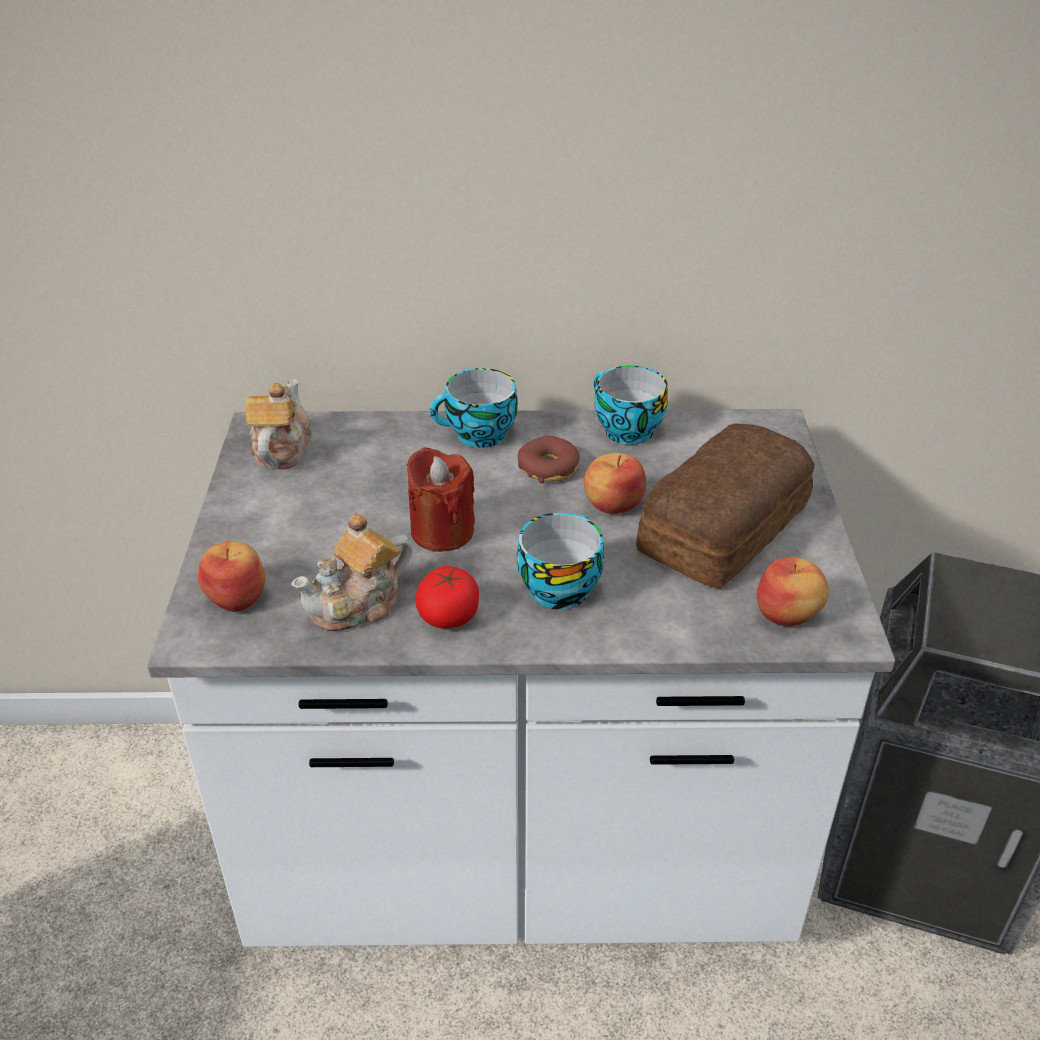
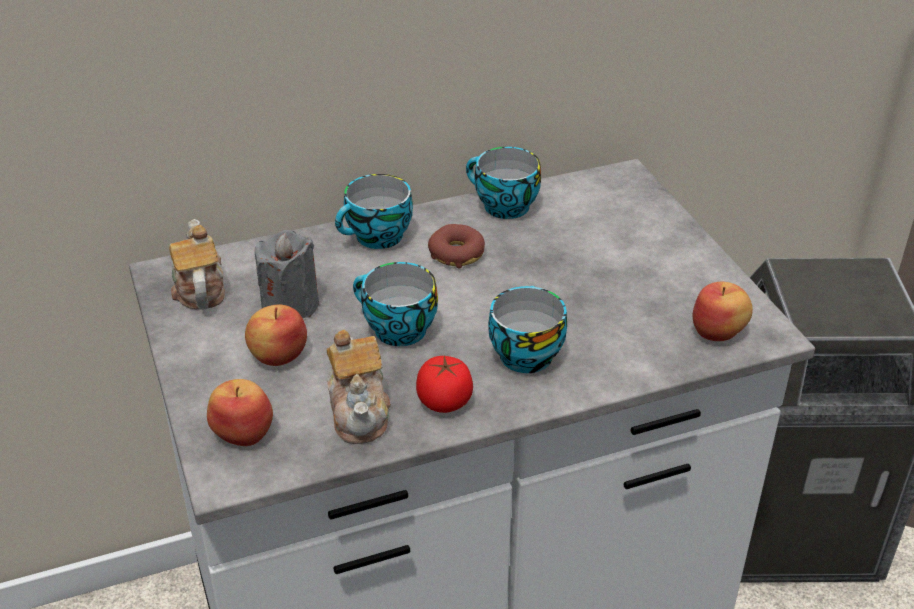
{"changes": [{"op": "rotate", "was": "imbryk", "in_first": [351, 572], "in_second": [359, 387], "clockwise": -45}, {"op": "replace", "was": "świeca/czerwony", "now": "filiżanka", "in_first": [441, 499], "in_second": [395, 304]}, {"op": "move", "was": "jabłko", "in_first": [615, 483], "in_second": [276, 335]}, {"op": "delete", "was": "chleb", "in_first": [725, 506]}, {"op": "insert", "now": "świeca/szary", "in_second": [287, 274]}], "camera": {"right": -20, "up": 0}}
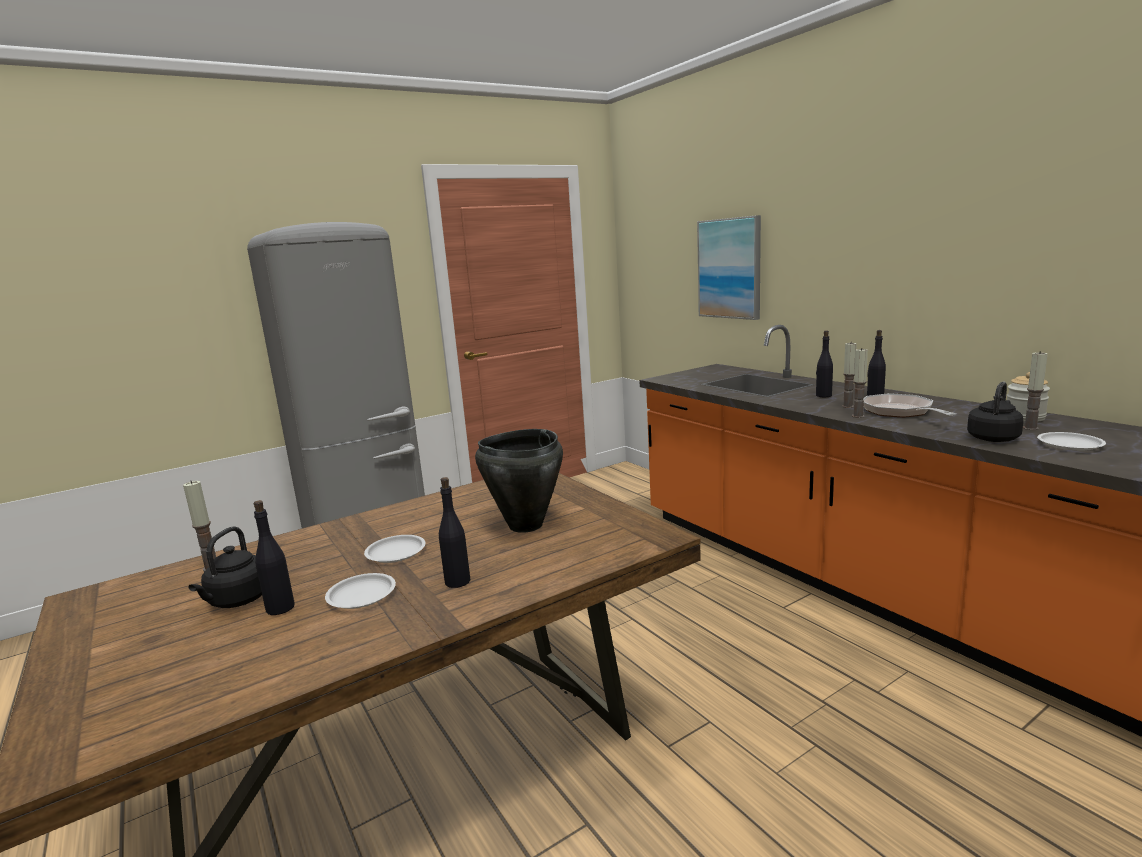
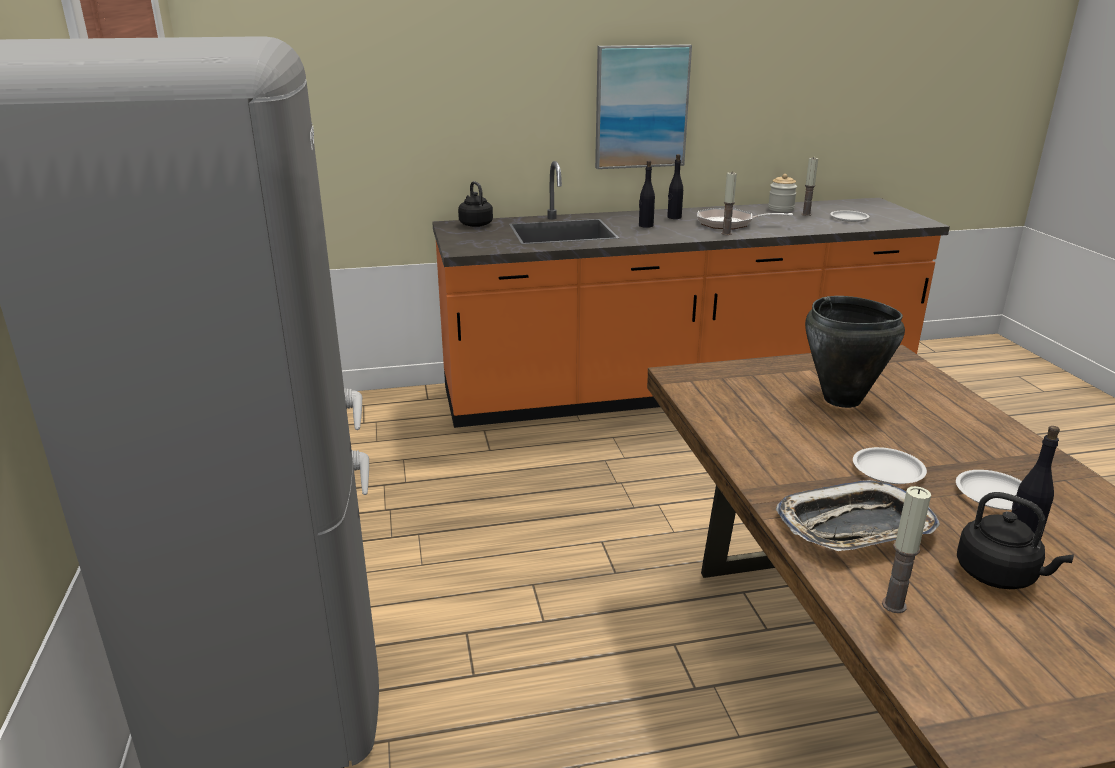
{"changes": [{"op": "delete", "was": "butelka/czarny", "in_first": [454, 532]}, {"op": "move", "was": "obraz", "in_first": [729, 267], "in_second": [643, 106]}, {"op": "delete", "was": "świeca", "in_first": [849, 374]}, {"op": "move", "was": "czajnik/czarny", "in_first": [995, 412], "in_second": [475, 204]}, {"op": "insert", "now": "taca", "in_second": [858, 515]}], "camera": {"right": -70, "up": 10}}
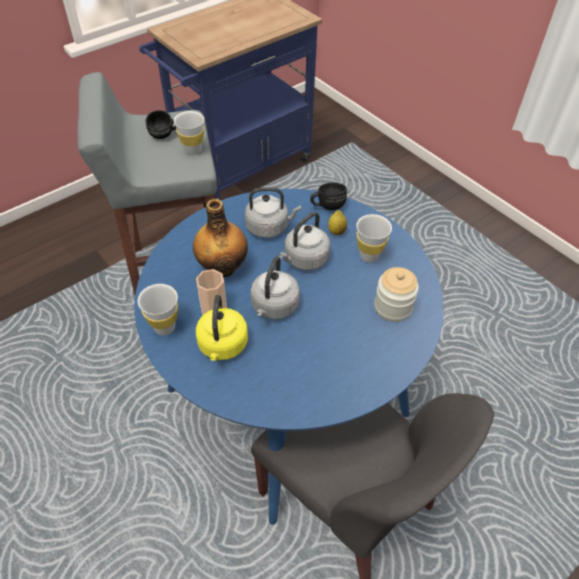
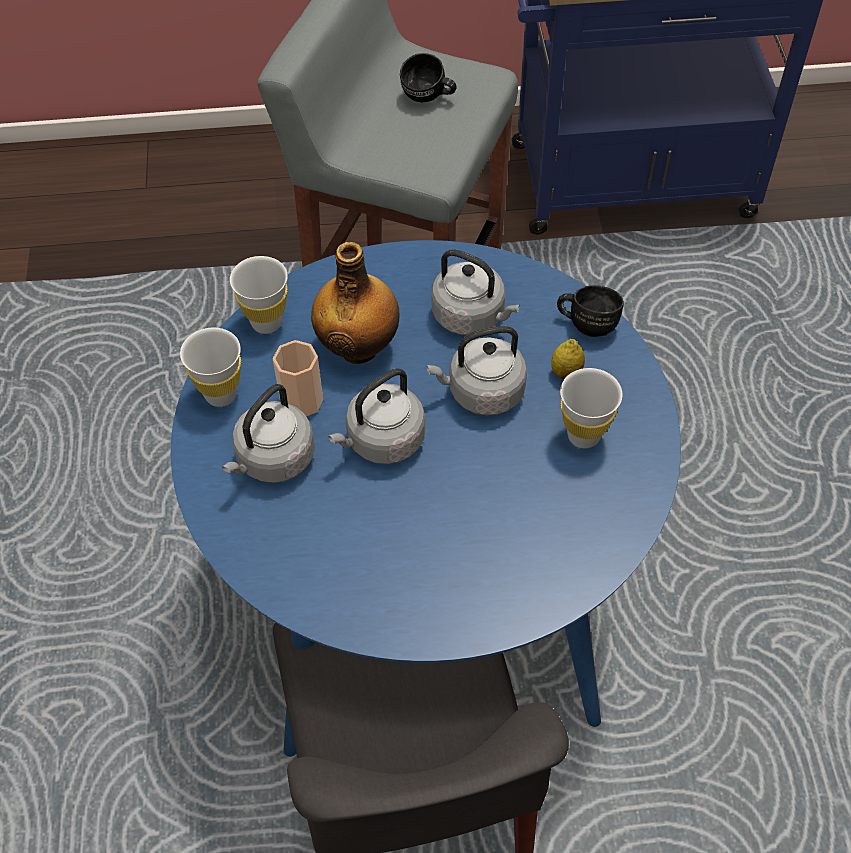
{"changes": [{"op": "move", "was": "filiżanka/biały", "in_first": [189, 133], "in_second": [259, 295]}, {"op": "recolor", "was": "czajnik/żółty", "now": "czajnik/szary", "in_first": [222, 328], "in_second": [268, 433]}, {"op": "delete", "was": "słoik", "in_first": [396, 294]}], "camera": {"right": 35, "up": 5}}
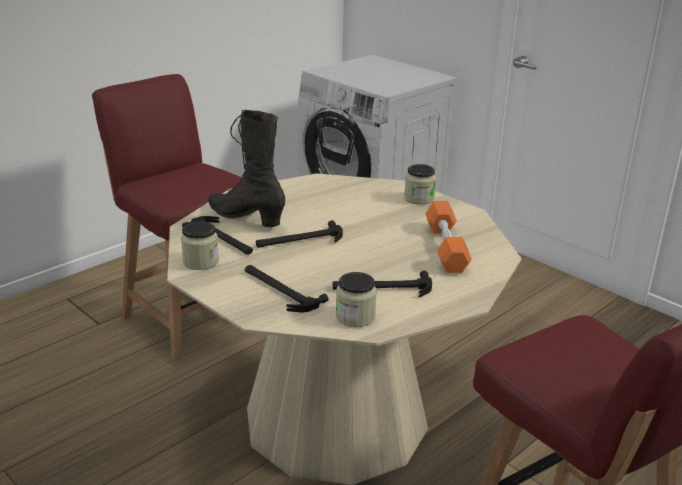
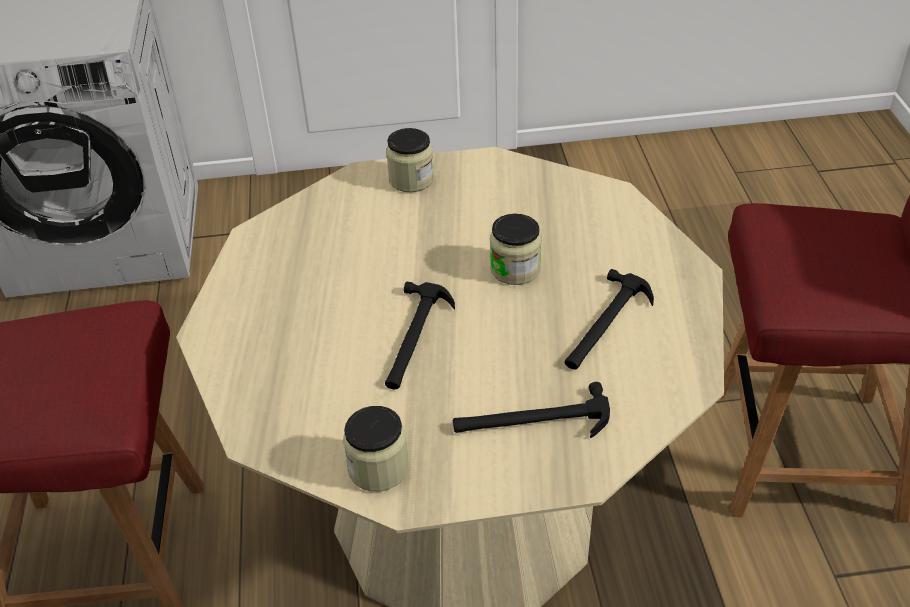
{"changes": [{"op": "delete", "was": "młotek", "in_first": [217, 235]}, {"op": "delete", "was": "but z cholewką/czarny", "in_first": [246, 168]}, {"op": "move", "was": "słoik", "in_first": [356, 299], "in_second": [516, 249]}, {"op": "delete", "was": "hantel/pomarańczowy", "in_first": [448, 237]}], "camera": {"right": -50, "up": 15}}
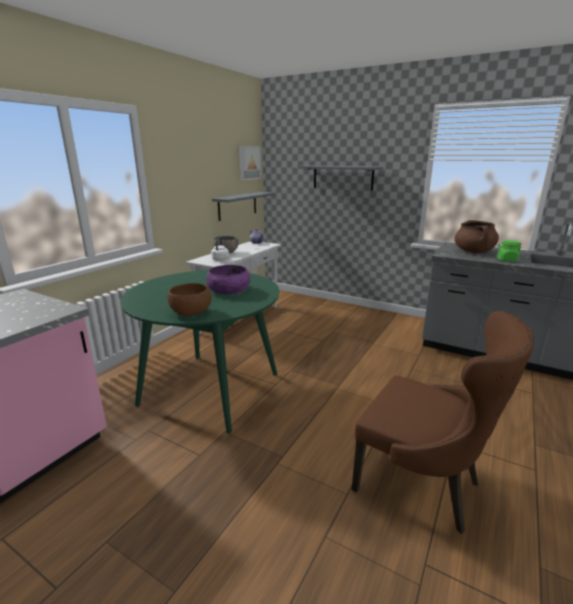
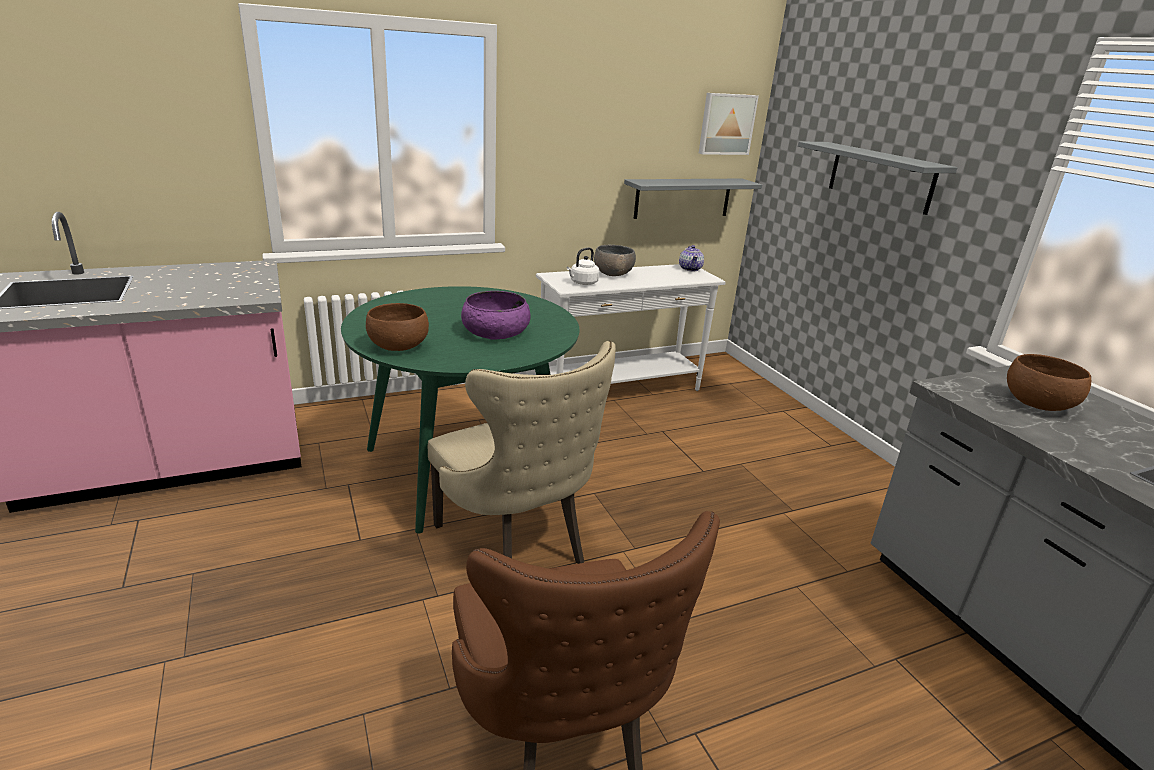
{"changes": [{"op": "replace", "was": "garnek/brązowy", "now": "miska/brązowy", "in_first": [476, 236], "in_second": [1049, 382]}, {"op": "delete", "was": "słoik/zielony", "in_first": [509, 251]}, {"op": "insert", "now": "krzesło/beżowy", "in_second": [522, 452]}], "camera": {"right": 35, "up": 5}}
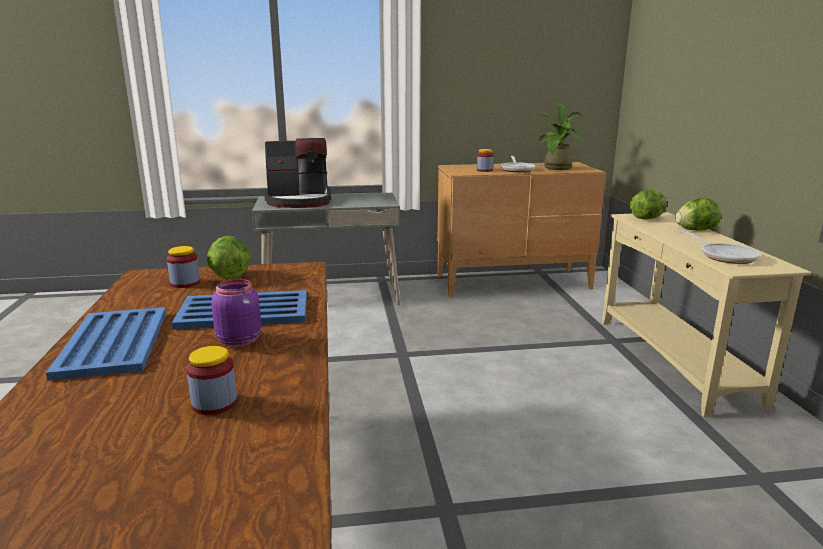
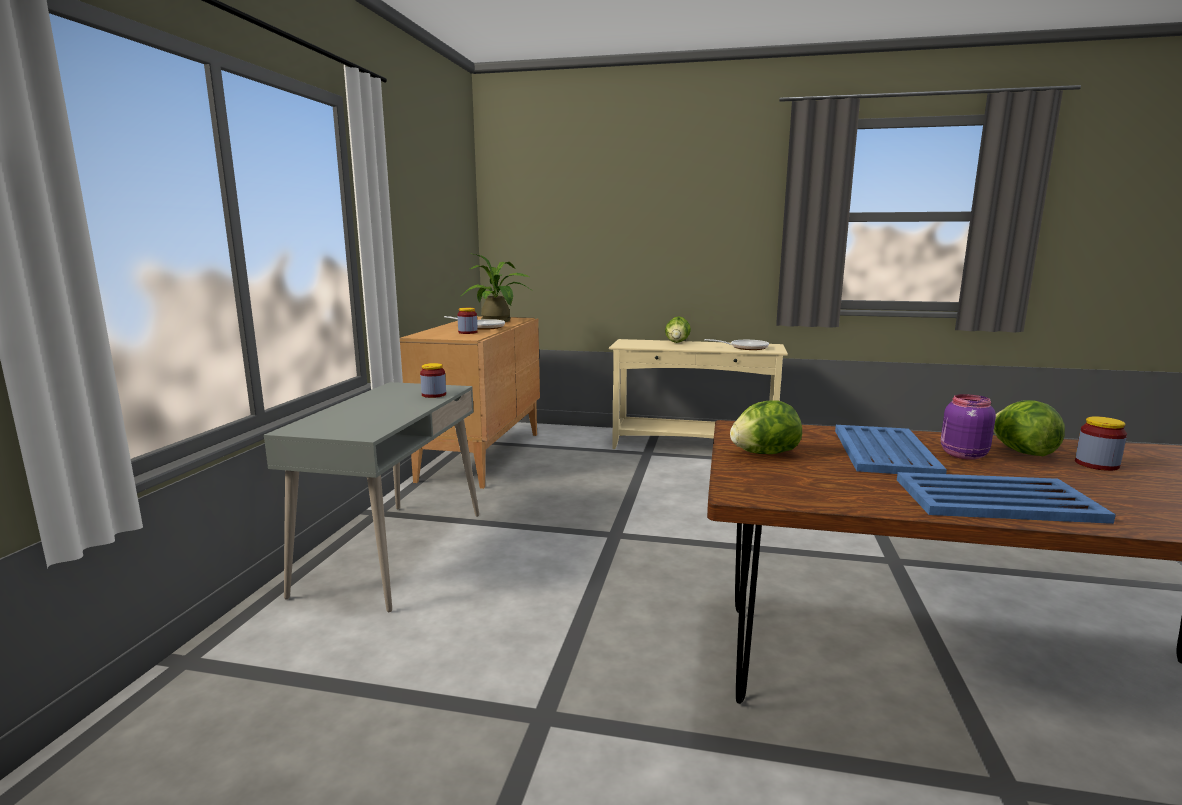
{"changes": [{"op": "move", "was": "słoik", "in_first": [183, 267], "in_second": [433, 380]}, {"op": "delete", "was": "ekspres do kawy", "in_first": [298, 173]}, {"op": "move", "was": "sałata", "in_first": [648, 204], "in_second": [1029, 428]}], "camera": {"right": -70, "up": -5}}
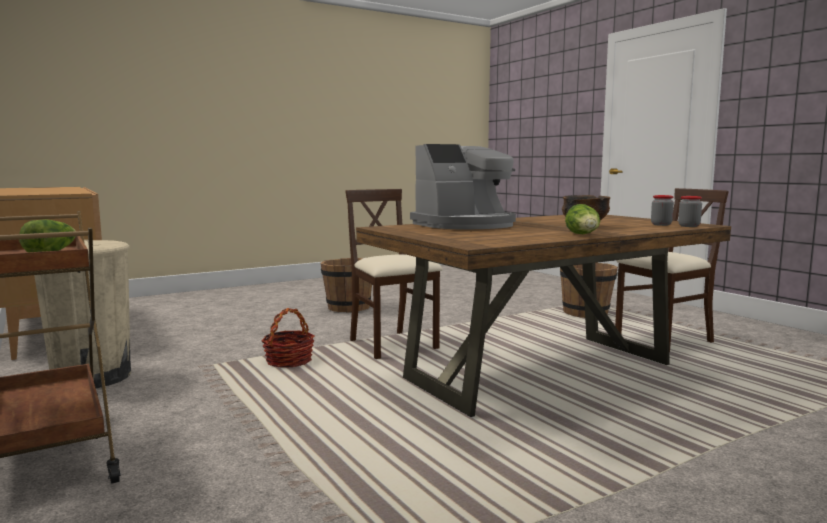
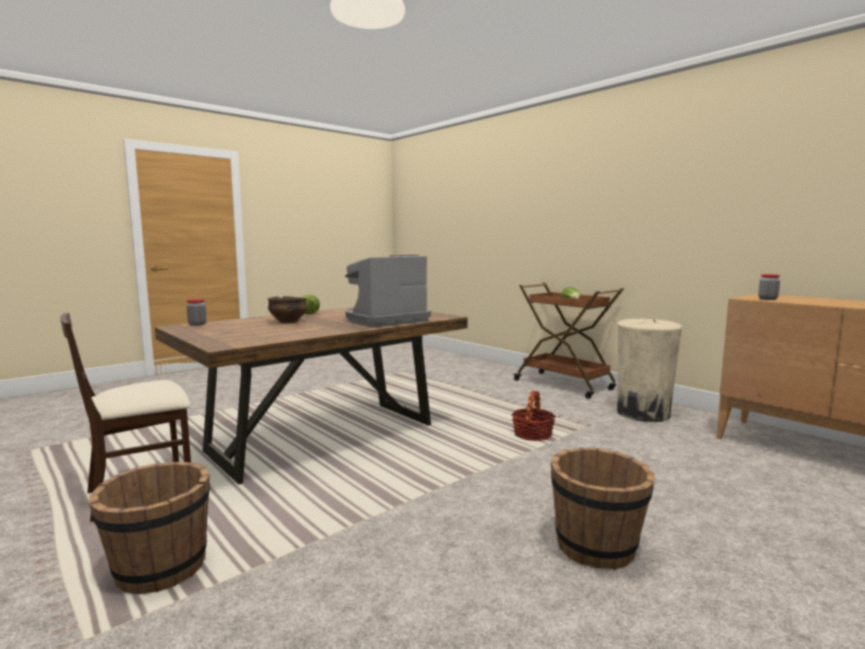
{"changes": [{"op": "delete", "was": "krzesło/beżowy", "in_first": [394, 274]}, {"op": "move", "was": "słoik", "in_first": [662, 210], "in_second": [769, 287]}], "camera": {"right": 170, "up": 0}}
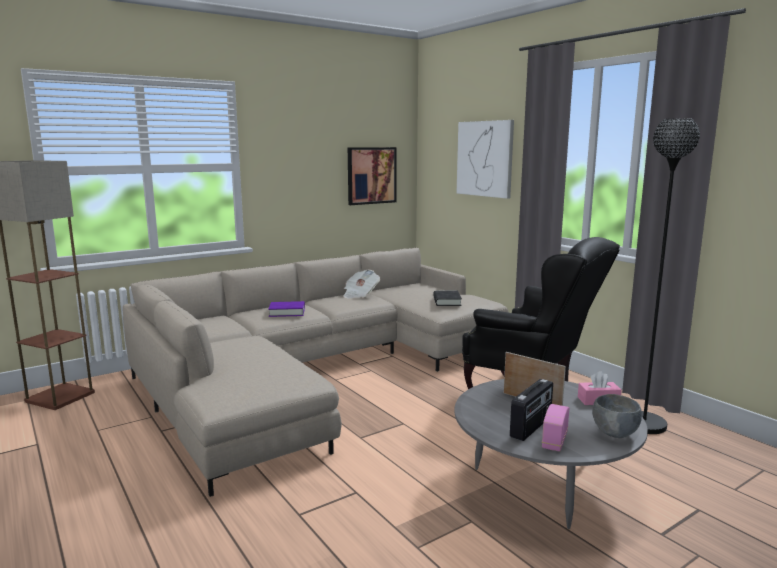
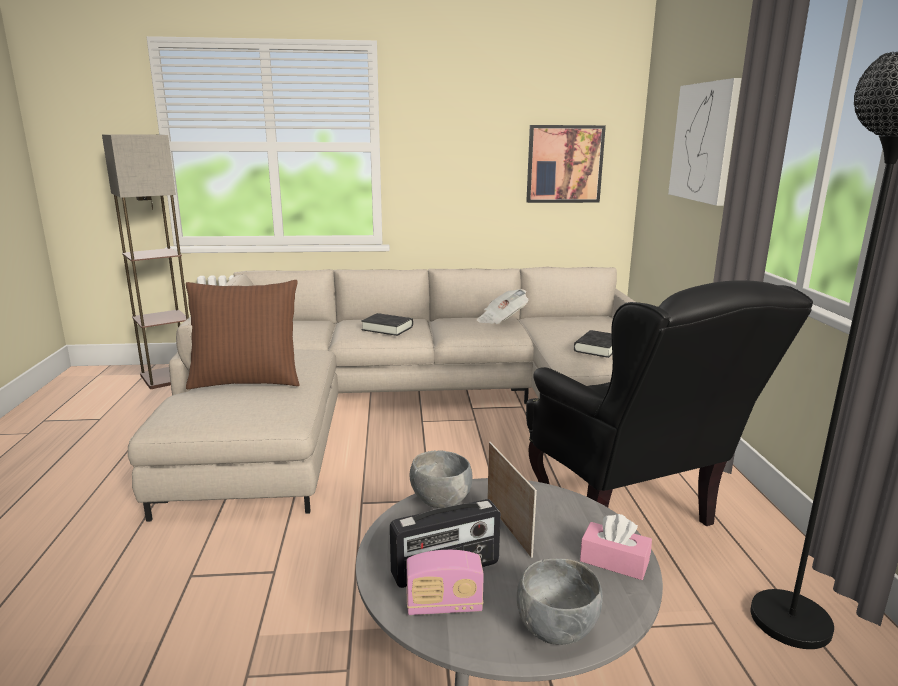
{"changes": [{"op": "recolor", "was": "książka/fioletowy", "now": "książka/czarny", "in_first": [286, 309], "in_second": [387, 324]}, {"op": "rotate", "was": "radio", "in_first": [555, 428], "in_second": [445, 582], "clockwise": -150}, {"op": "insert", "now": "poduszka/brązowy", "in_second": [243, 334]}, {"op": "insert", "now": "miska/szary", "in_second": [441, 479]}], "camera": {"right": 30, "up": 5}}
